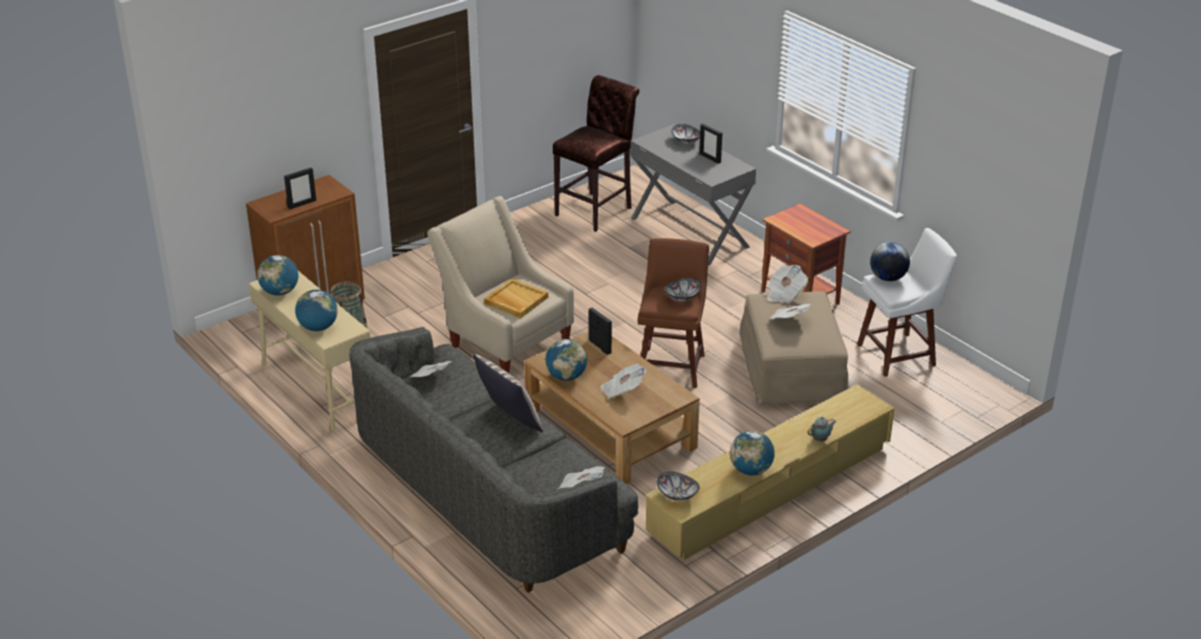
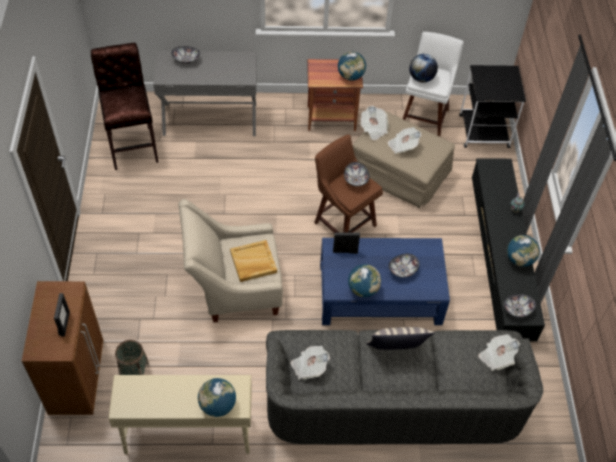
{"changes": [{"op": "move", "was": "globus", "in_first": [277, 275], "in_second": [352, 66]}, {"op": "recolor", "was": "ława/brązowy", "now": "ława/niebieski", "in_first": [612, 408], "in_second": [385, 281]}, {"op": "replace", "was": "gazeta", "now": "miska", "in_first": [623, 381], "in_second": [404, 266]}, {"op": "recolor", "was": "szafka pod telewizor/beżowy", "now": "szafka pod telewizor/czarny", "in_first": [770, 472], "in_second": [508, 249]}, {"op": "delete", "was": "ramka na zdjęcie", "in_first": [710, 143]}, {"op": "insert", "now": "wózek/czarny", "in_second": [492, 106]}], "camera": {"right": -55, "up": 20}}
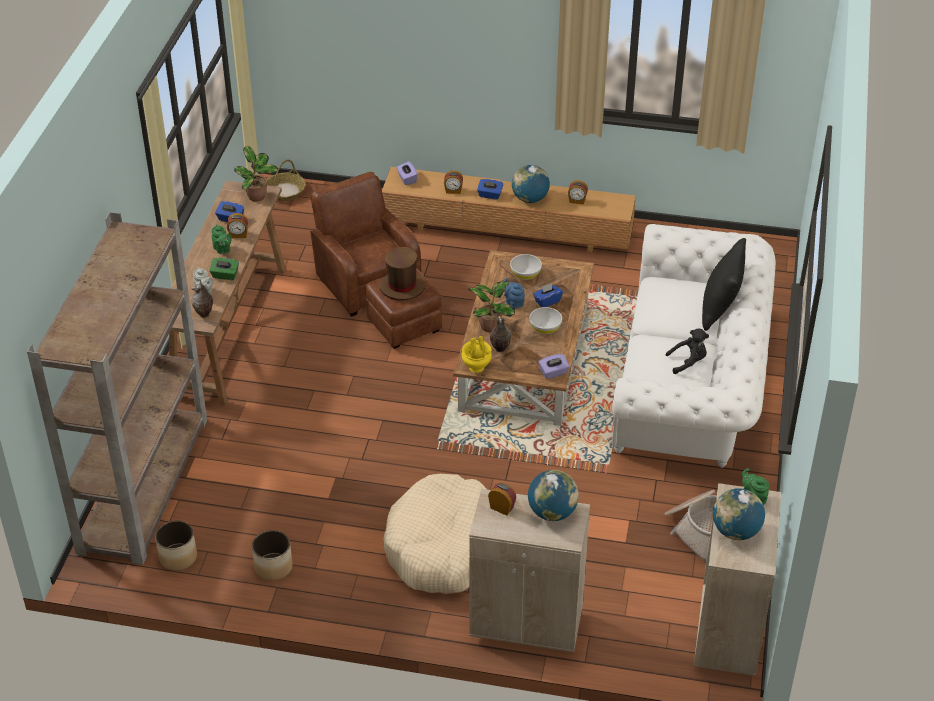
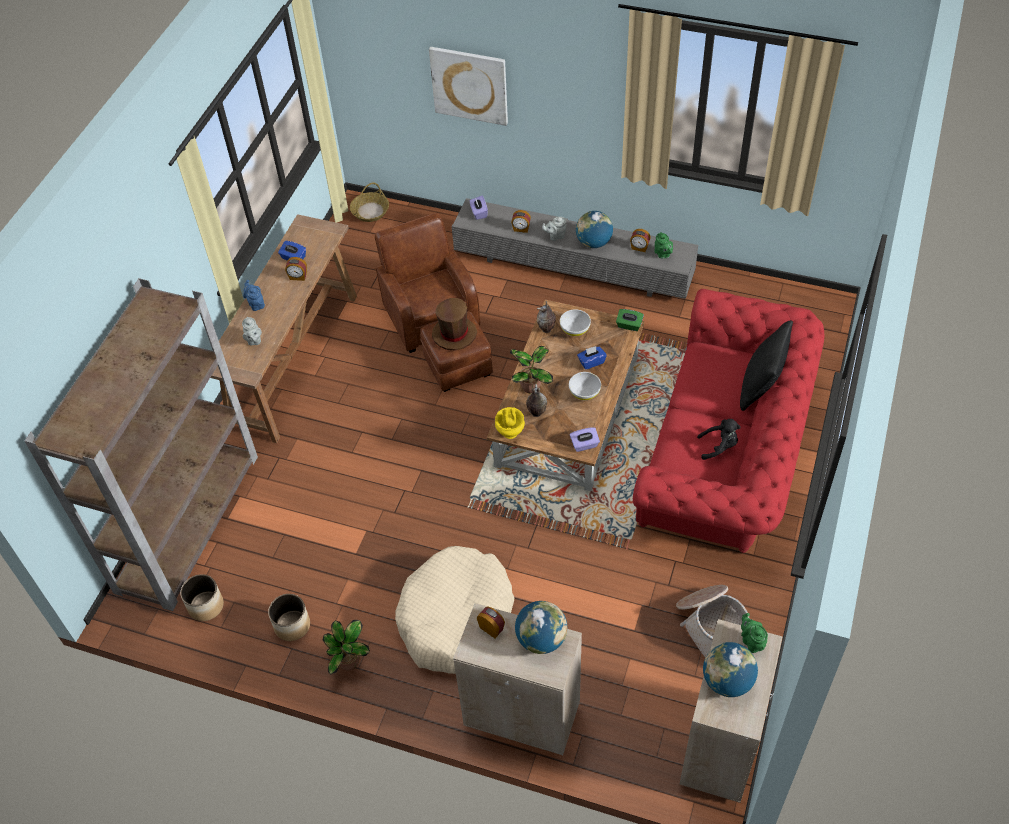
{"changes": [{"op": "move", "was": "wazon", "in_first": [201, 299], "in_second": [546, 317]}, {"op": "move", "was": "pudełko chusteczek/zielony", "in_first": [224, 269], "in_second": [630, 320]}, {"op": "move", "was": "imbryk/zielony", "in_first": [222, 239], "in_second": [664, 245]}, {"op": "move", "was": "roślina doniczkowa", "in_first": [256, 174], "in_second": [346, 647]}, {"op": "recolor", "was": "szafka pod telewizor/brązowy", "now": "szafka pod telewizor/szary", "in_first": [509, 209], "in_second": [575, 248]}, {"op": "replace", "was": "pudełko chusteczek/niebieski", "now": "imbryk/szary", "in_first": [490, 189], "in_second": [554, 229]}, {"op": "move", "was": "imbryk/niebieski", "in_first": [514, 293], "in_second": [254, 295]}, {"op": "recolor", "was": "kanapa/biały", "now": "kanapa/czerwony", "in_first": [694, 346], "in_second": [728, 421]}, {"op": "insert", "now": "obraz", "in_second": [468, 86]}], "camera": {"right": 10, "up": 10}}
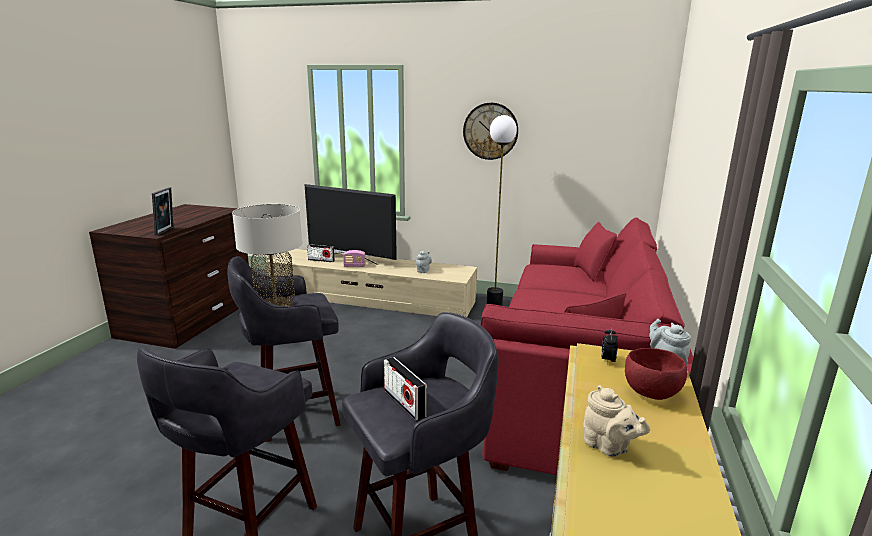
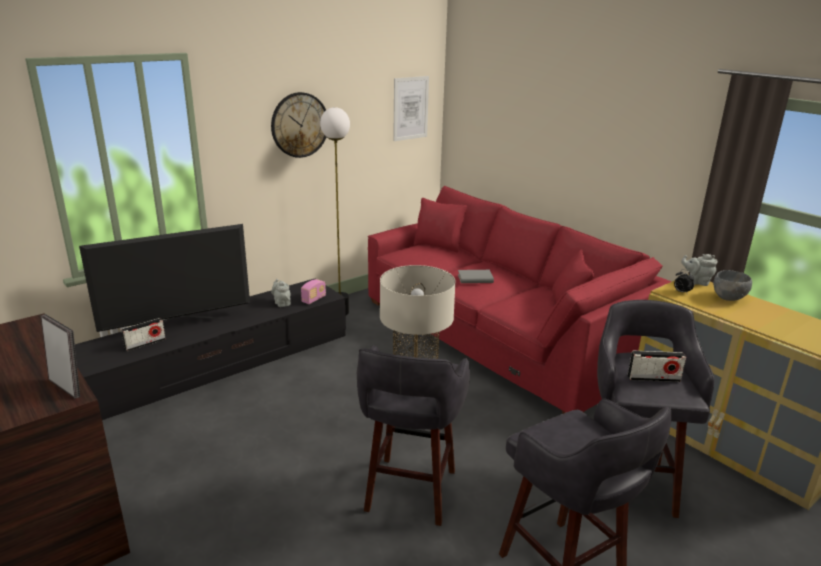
{"changes": [{"op": "recolor", "was": "szafka pod telewizor/beżowy", "now": "szafka pod telewizor/czarny", "in_first": [371, 283], "in_second": [210, 349]}, {"op": "move", "was": "radio", "in_first": [354, 258], "in_second": [313, 291]}, {"op": "delete", "was": "imbryk/beżowy", "in_first": [616, 421]}, {"op": "recolor", "was": "miska/czerwony", "now": "miska/szary", "in_first": [656, 374], "in_second": [732, 285]}, {"op": "insert", "now": "obraz", "in_second": [411, 108]}, {"op": "insert", "now": "książka/szary", "in_second": [476, 276]}], "camera": {"right": -55, "up": 5}}
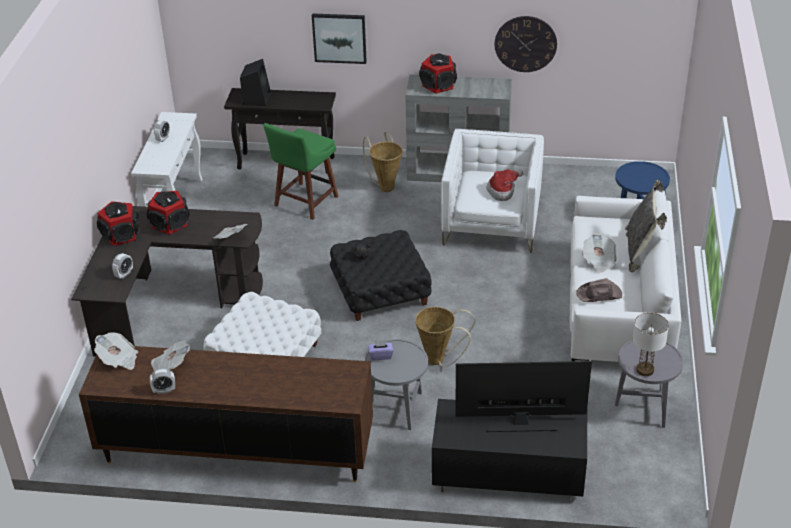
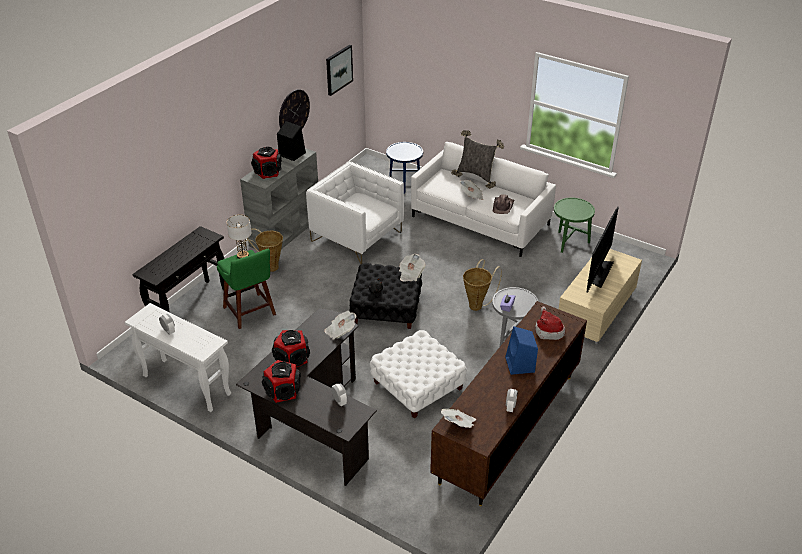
{"changes": [{"op": "move", "was": "gazeta", "in_first": [170, 355], "in_second": [412, 268]}, {"op": "move", "was": "głośnik/czarny", "in_first": [255, 82], "in_second": [291, 141]}, {"op": "move", "was": "obraz", "in_first": [339, 38], "in_second": [339, 70]}, {"op": "recolor", "was": "szafka pod telewizor/czarny", "now": "szafka pod telewizor/beżowy", "in_first": [509, 450], "in_second": [600, 296]}, {"op": "move", "was": "kapelusz", "in_first": [504, 185], "in_second": [550, 323]}, {"op": "recolor", "was": "stolik/szary", "now": "stolik/zielony", "in_first": [649, 384], "in_second": [574, 225]}, {"op": "move", "was": "lampa stołowa", "in_first": [651, 344], "in_second": [239, 237]}, {"op": "insert", "now": "głośnik/niebieski", "in_second": [521, 350]}], "camera": {"right": -65, "up": 0}}
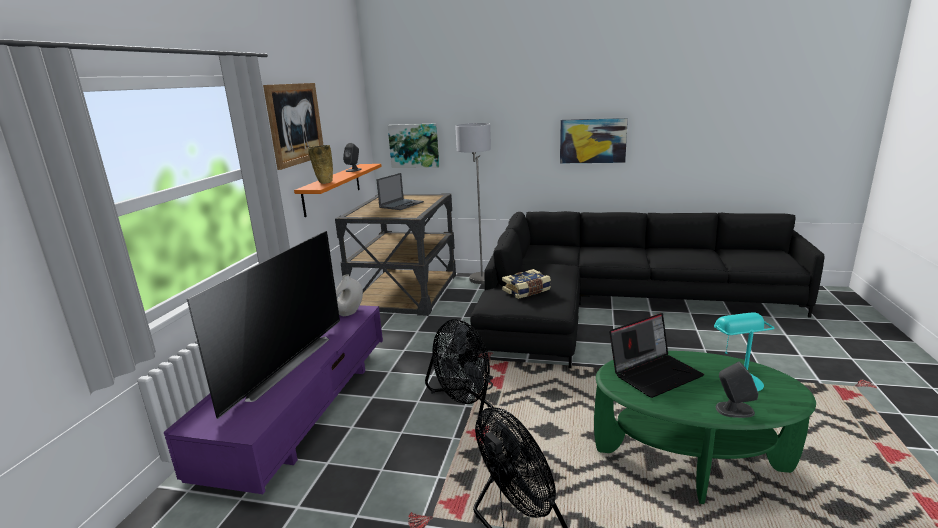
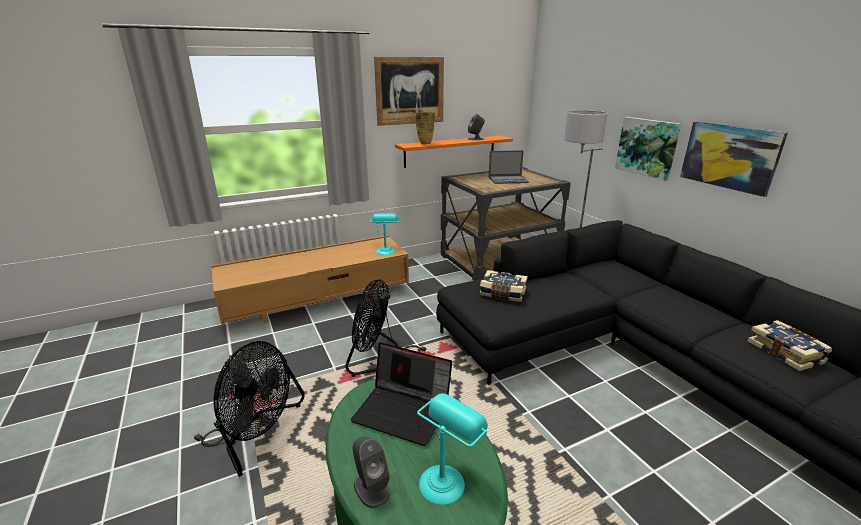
{"changes": [{"op": "recolor", "was": "szafka pod telewizor/fioletowy", "now": "szafka pod telewizor/brązowy", "in_first": [273, 399], "in_second": [310, 280]}, {"op": "delete", "was": "telewizor", "in_first": [263, 325]}, {"op": "replace", "was": "wazon/biały", "now": "lampa stołowa/turkusowy", "in_first": [349, 295], "in_second": [384, 234]}, {"op": "move", "was": "obraz", "in_first": [413, 145], "in_second": [648, 149]}, {"op": "insert", "now": "książka", "in_second": [789, 345]}], "camera": {"right": 50, "up": 5}}
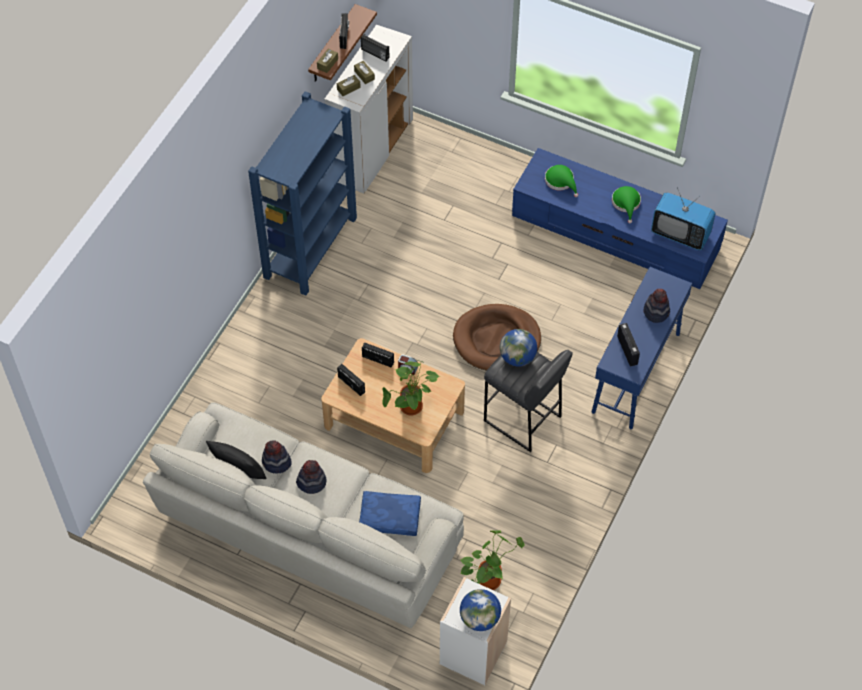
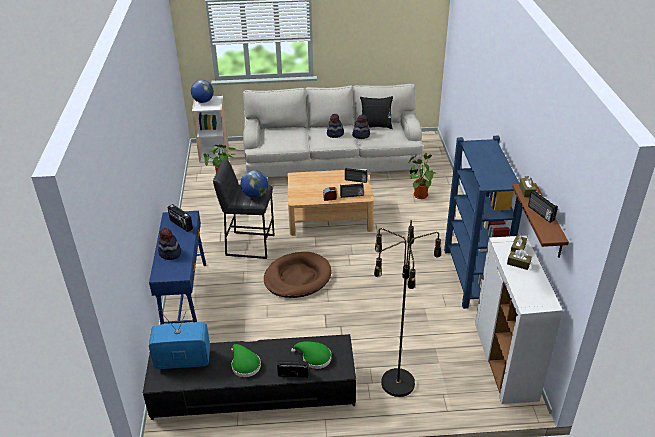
{"changes": [{"op": "delete", "was": "poduszka/niebieski", "in_first": [390, 513]}, {"op": "move", "was": "radio", "in_first": [375, 47], "in_second": [293, 369]}, {"op": "move", "was": "roślina doniczkowa", "in_first": [411, 388], "in_second": [422, 176]}, {"op": "recolor", "was": "szafka pod telewizor/niebieski", "now": "szafka pod telewizor/czarny", "in_first": [620, 218], "in_second": [249, 377]}, {"op": "insert", "now": "lampa stojąca", "in_second": [407, 308]}], "camera": {"right": 150, "up": -20}}
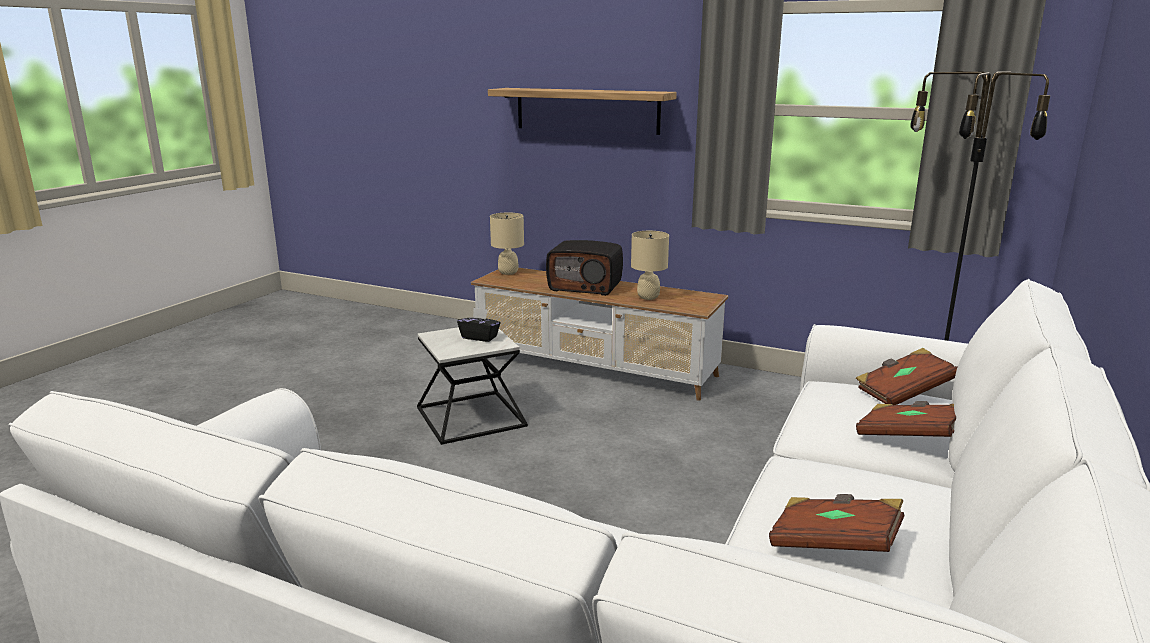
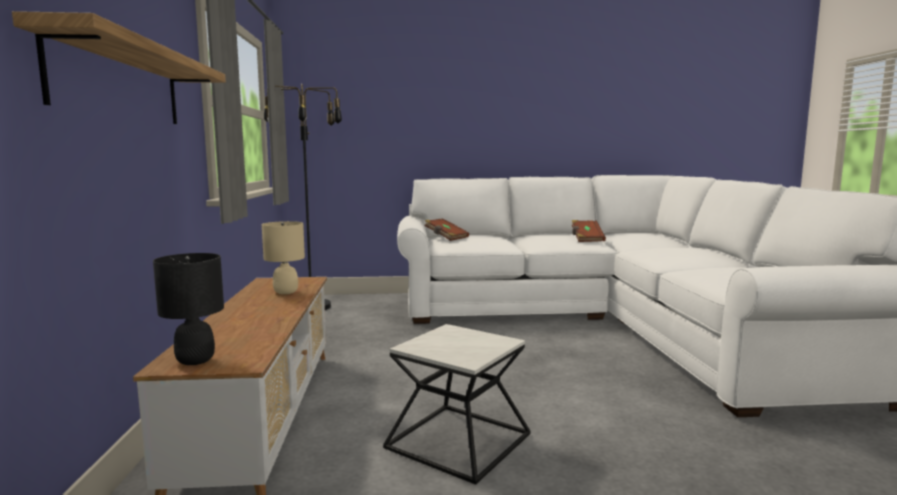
{"changes": [{"op": "delete", "was": "pudełko chusteczek/czarny", "in_first": [479, 325]}, {"op": "recolor", "was": "lampa stołowa/beżowy", "now": "lampa stołowa/czarny", "in_first": [507, 244], "in_second": [188, 309]}, {"op": "delete", "was": "radio", "in_first": [584, 268]}, {"op": "delete", "was": "książka/brązowy", "in_first": [906, 419]}], "camera": {"right": -120, "up": -10}}
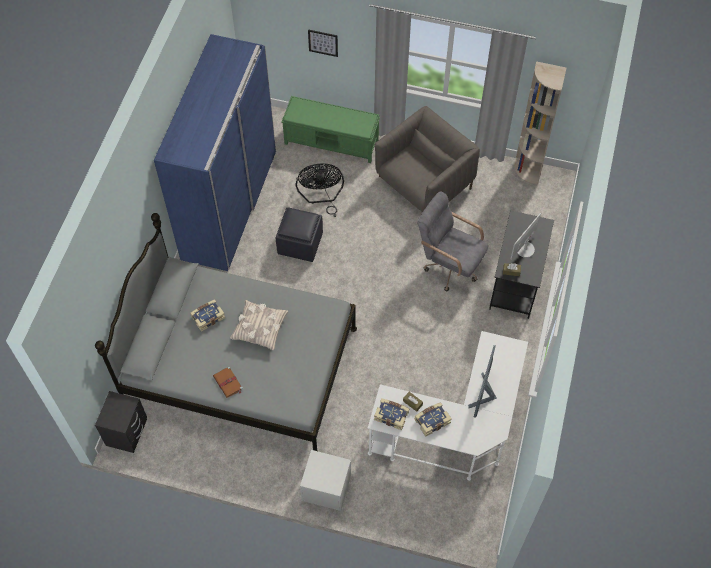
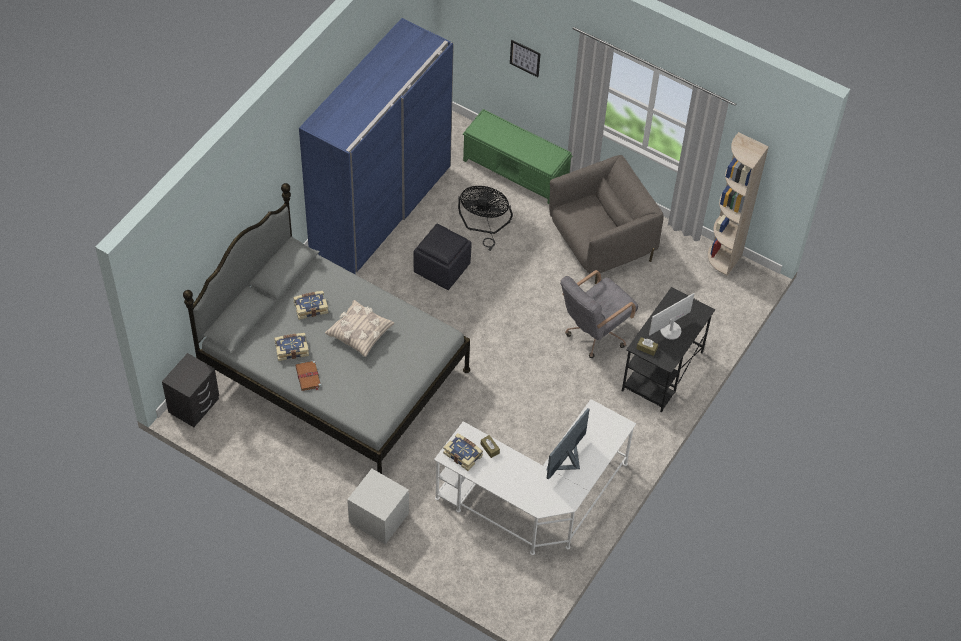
{"changes": [{"op": "move", "was": "książka", "in_first": [433, 420], "in_second": [291, 347]}, {"op": "rotate", "was": "krzesło biurowe/szary", "in_first": [452, 241], "in_second": [599, 314], "clockwise": -90}], "camera": {"right": 15, "up": -5}}
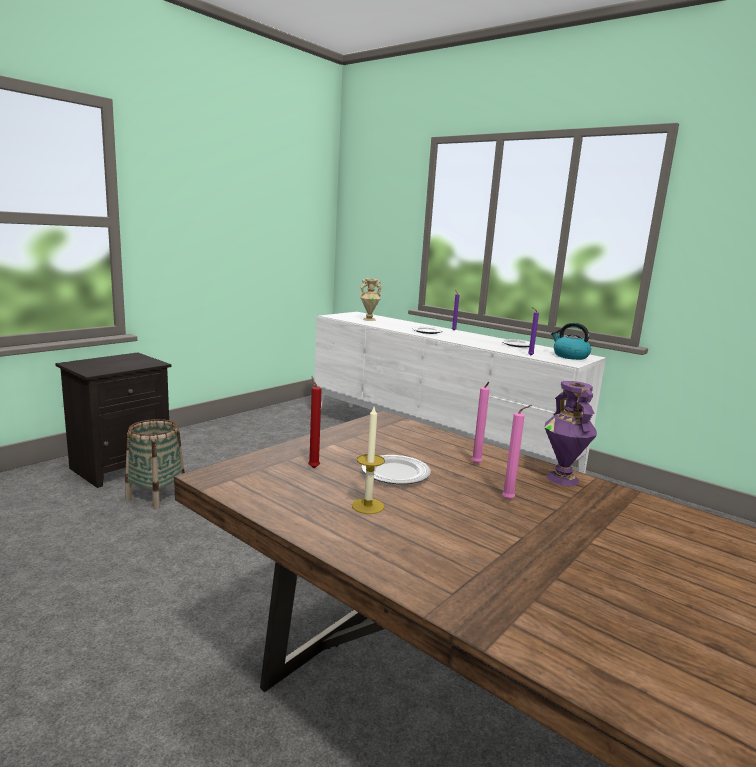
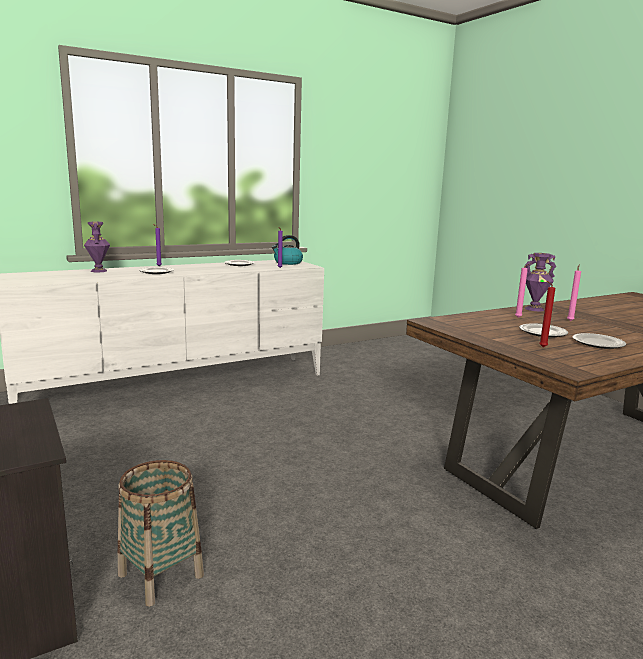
{"changes": [{"op": "replace", "was": "świeca", "now": "talerz", "in_first": [368, 460], "in_second": [599, 341]}, {"op": "delete", "was": "wazon/beżowy", "in_first": [371, 299]}, {"op": "insert", "now": "wazon/fioletowy", "in_second": [97, 247]}], "camera": {"right": -70, "up": 0}}
